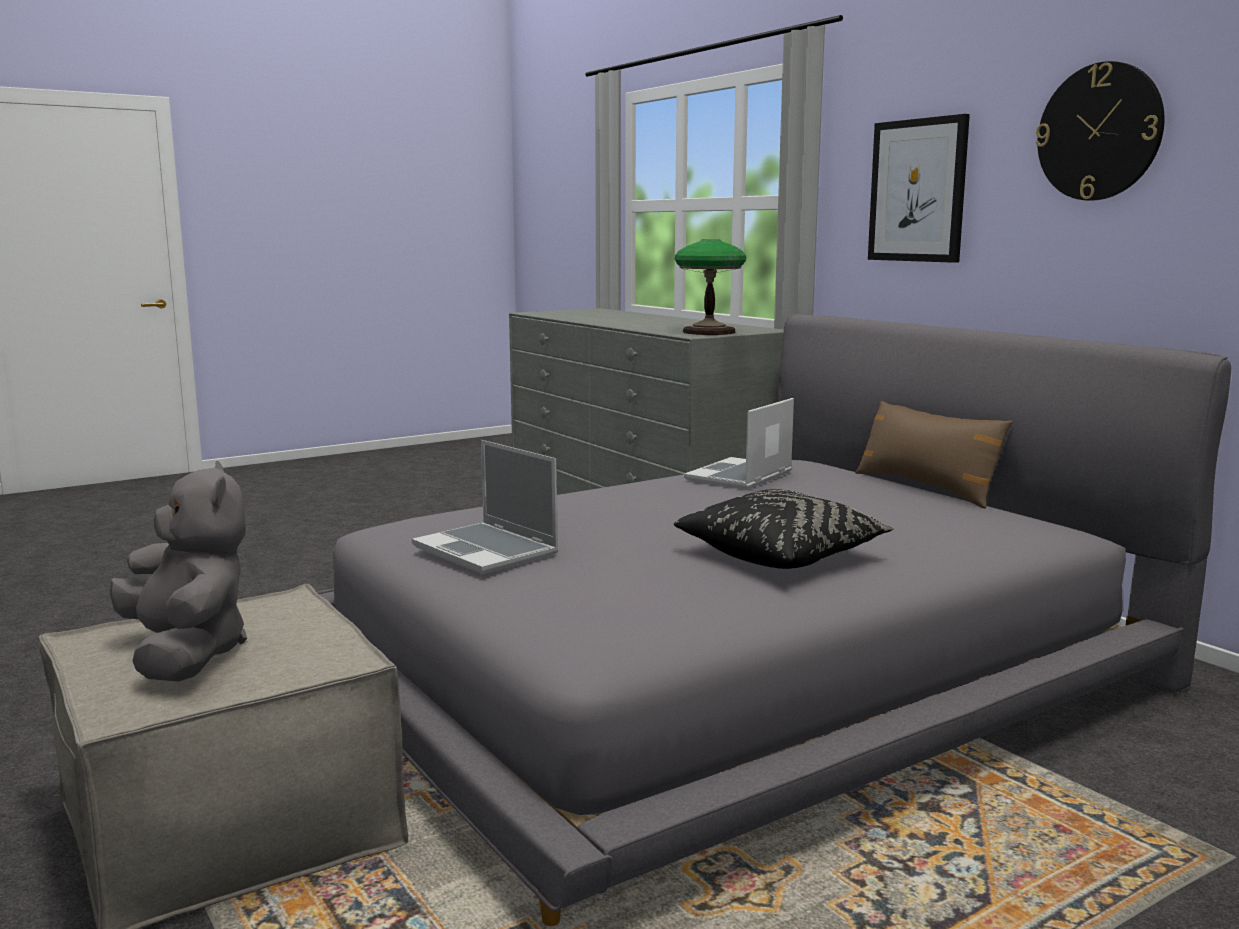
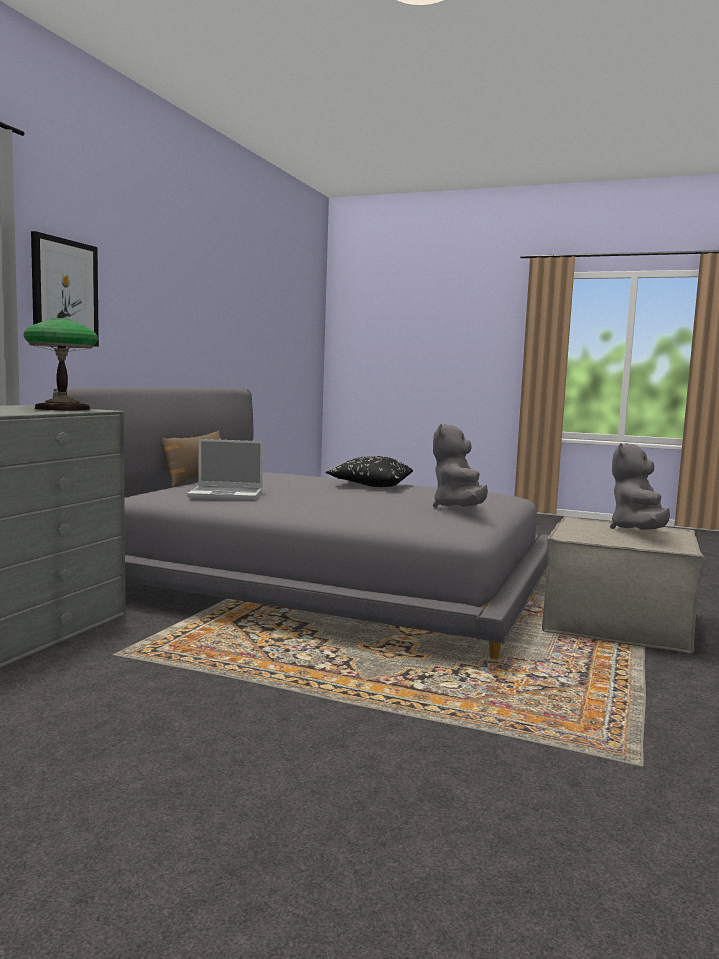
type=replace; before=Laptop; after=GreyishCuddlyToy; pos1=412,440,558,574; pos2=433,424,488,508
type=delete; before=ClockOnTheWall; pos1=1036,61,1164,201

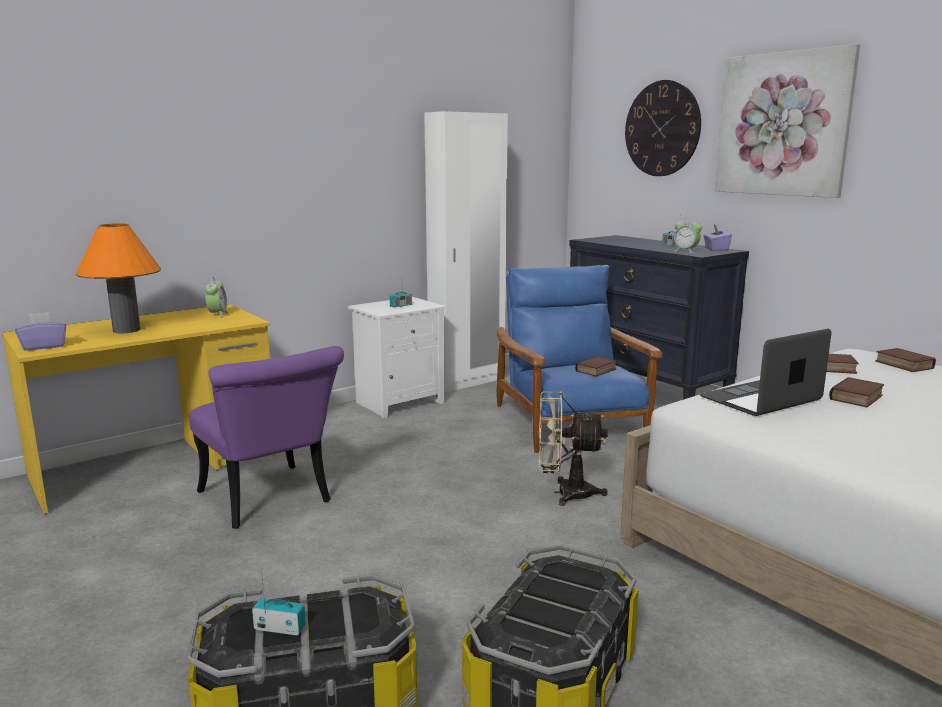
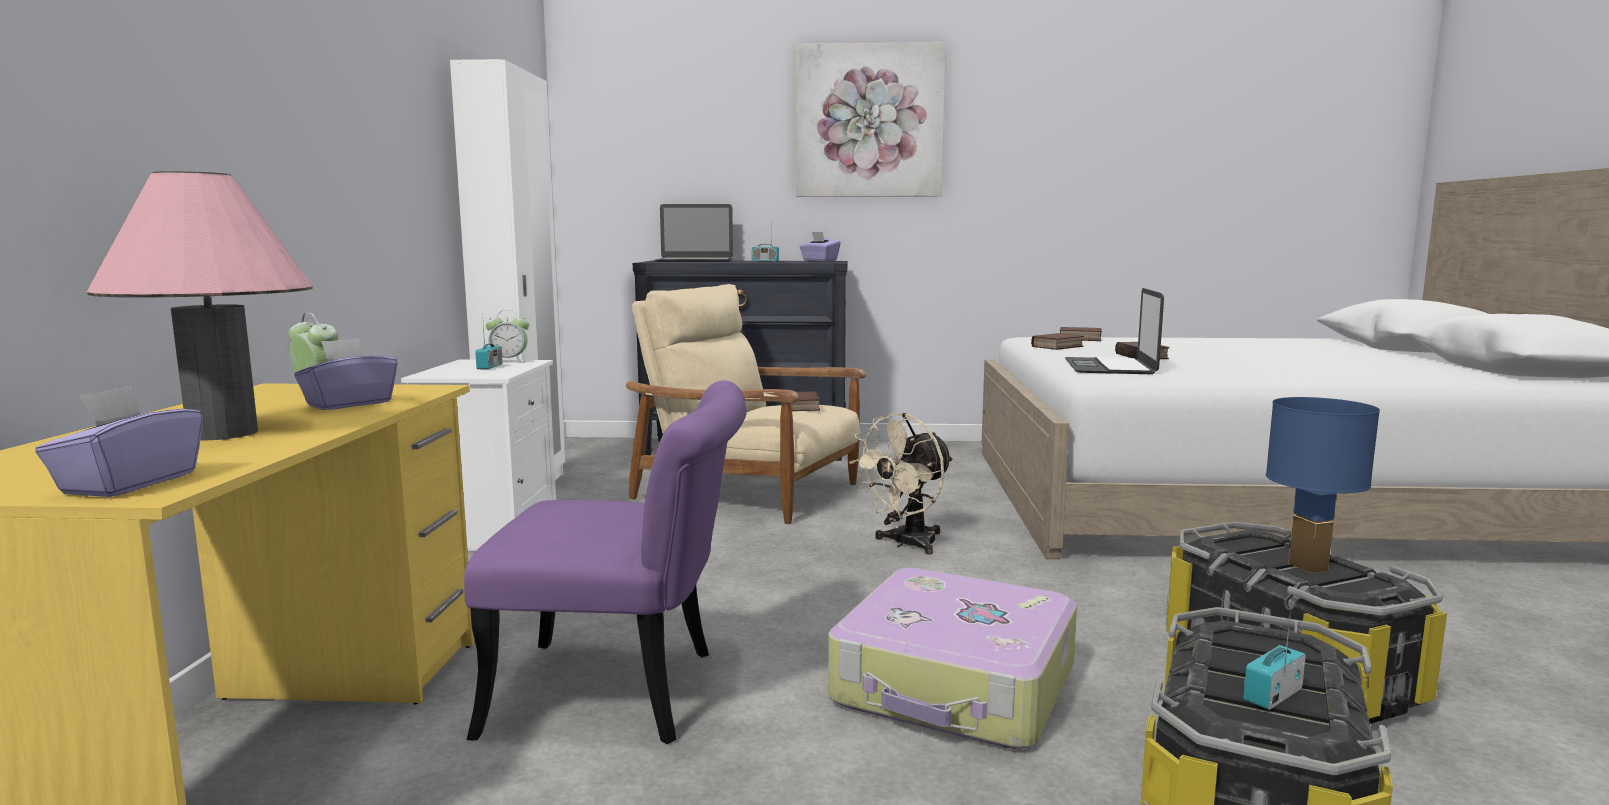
type=recolor; before=OrangeyTableLamp; after=PinkTableLamp; pos1=76,224,161,333; pos2=87,171,313,440
type=insert; after=PurpleColouredTissueBox; pos2=294,338,398,410
type=move; before=BedsideClock; pos1=674,217,702,253; pos2=486,310,529,363
type=recolor; before=BlueArmchair; after=SandColouredArmchair; pos1=497,265,662,453; pos2=626,284,866,524
type=insert; after=Laptop; pos2=655,204,733,262
type=insert; after=PieceOfLuggage; pos2=828,568,1077,749
type=insert; after=BlueTableLamp; pos2=1266,397,1380,573
type=delete; before=ClockOnTheWall; pos1=625,80,701,176

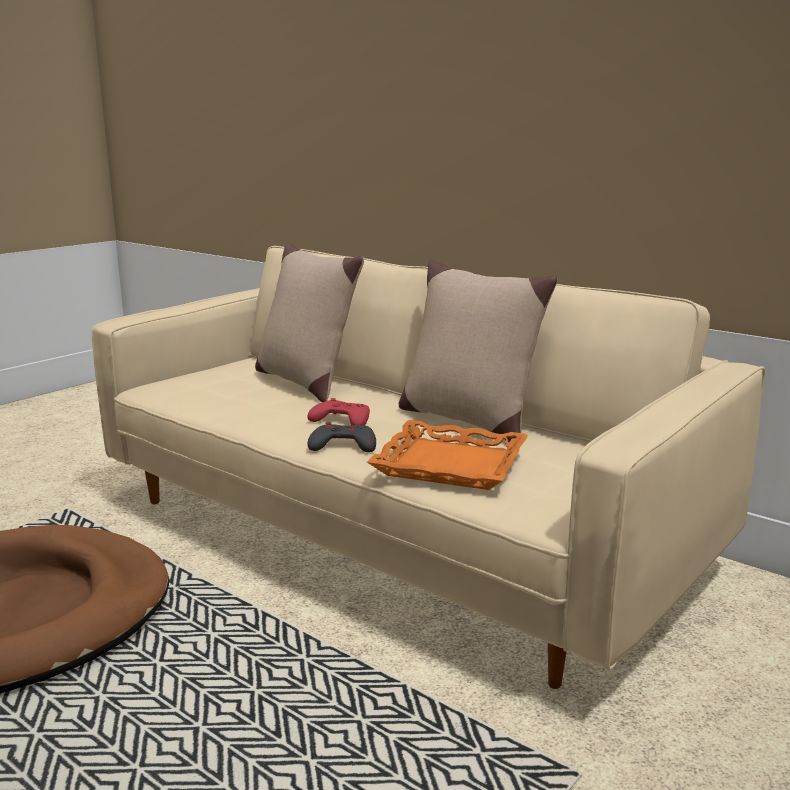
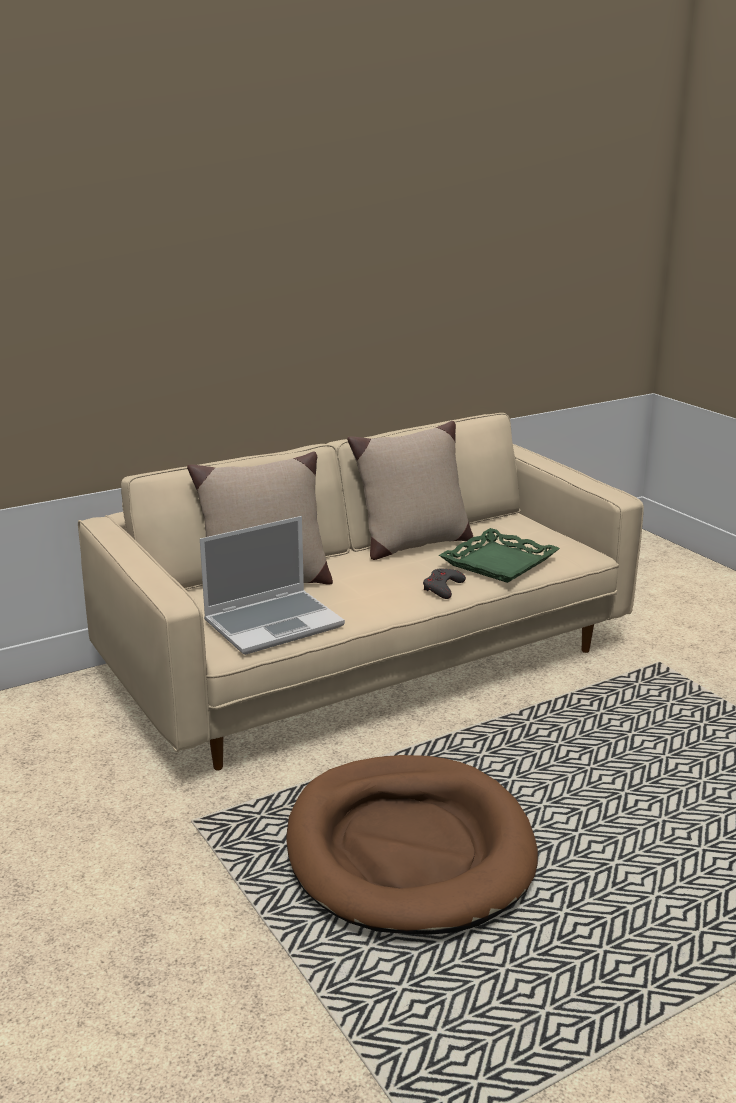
type=insert; after=Laptop; pos2=200,516,345,655
type=recolor; before=OrangeyTray; after=GreenTray; pos1=367,420,528,490; pos2=439,528,560,583
type=delete; before=RedColouredJoypad; pos1=307,398,370,425

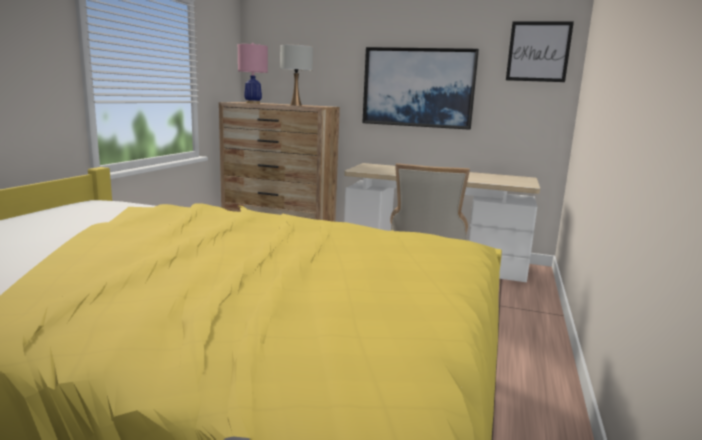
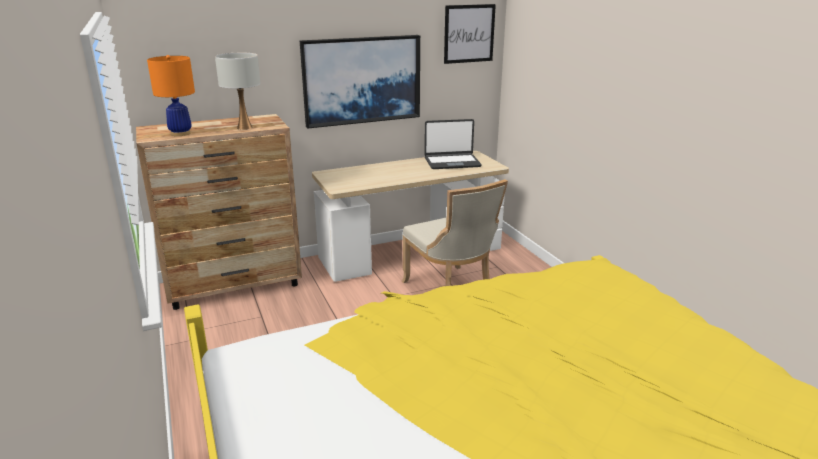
type=recolor; before=PinkTableLamp; after=OrangeyTableLamp; pos1=238,43,268,104; pos2=147,55,195,136
type=insert; after=Laptop; pos2=424,119,482,169

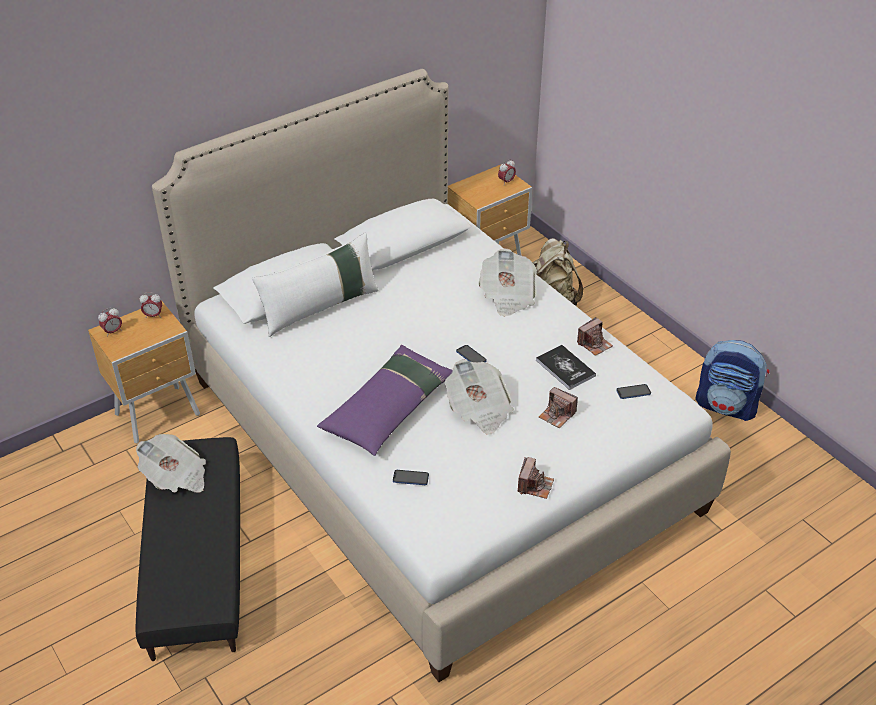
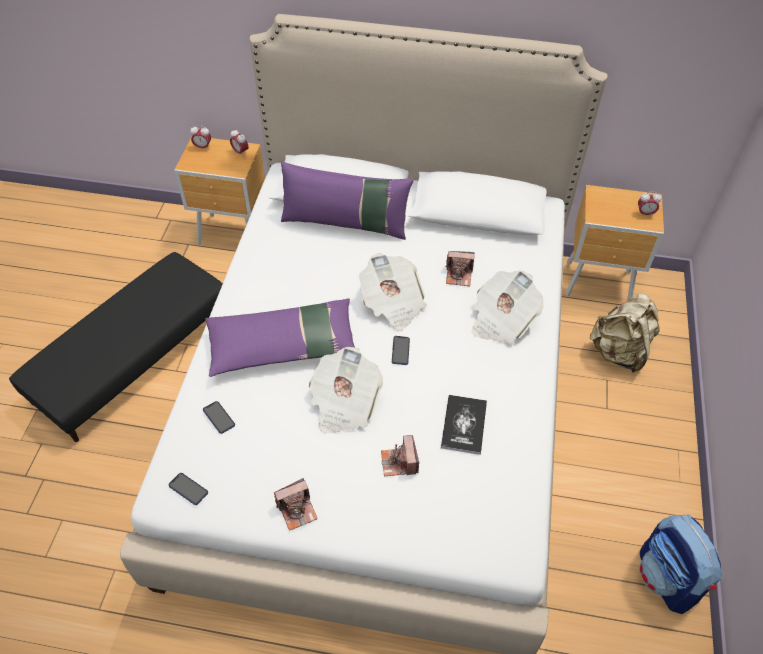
type=move; before=Telephone; pos1=616,384,651,399; pos2=169,473,208,505
type=recolor; before=WhitishThrowPillow; after=PurpleColouredThrowPillow; pos1=252,232,379,337; pos2=281,162,414,240
type=move; before=Newspaper; pos1=136,434,206,493; pos2=359,253,427,331
type=move; before=StillCamera; pos1=577,317,613,356; pos2=446,251,475,286

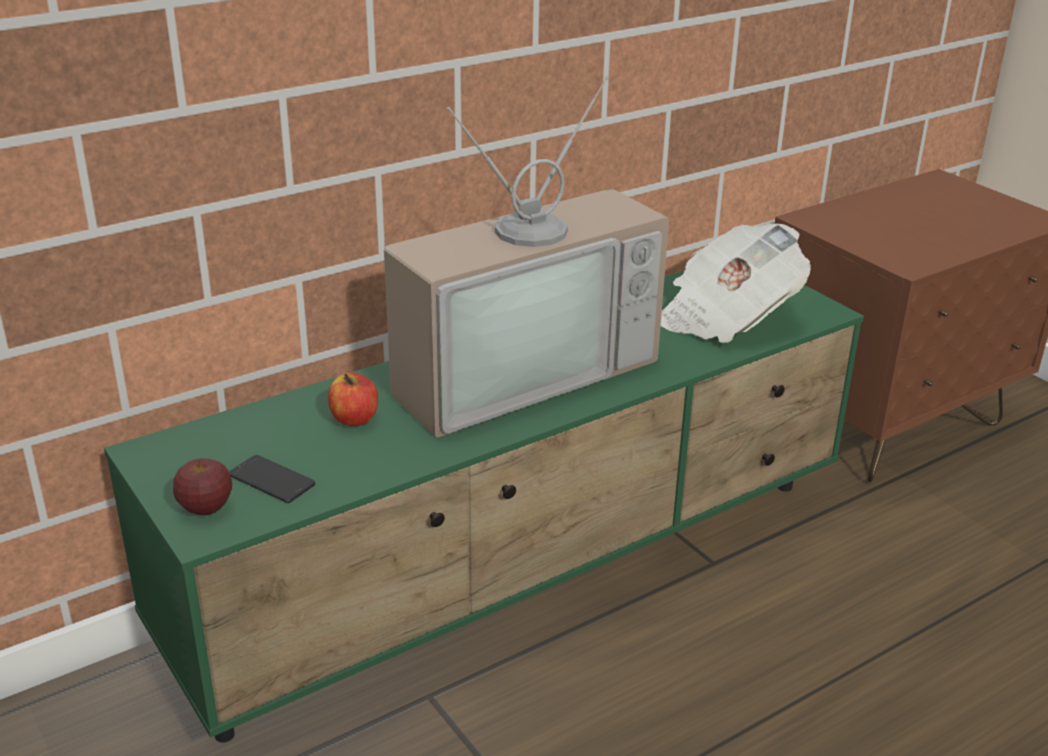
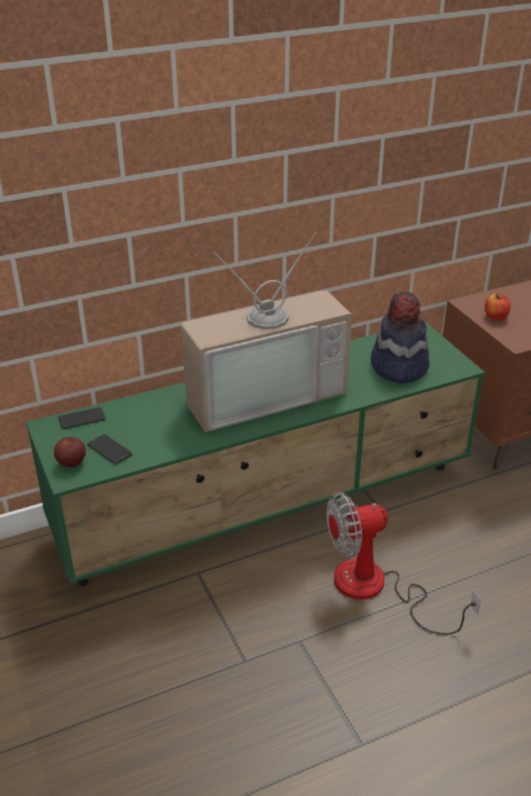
type=insert; after=Telephone; pos2=58,407,106,429
type=insert; after=ElectricFan; pos2=326,492,481,635
type=replace; before=Newspaper; after=Hat; pos1=661,224,811,343; pos2=371,292,430,383
type=move; before=Apple; pos1=328,372,378,426; pos2=485,293,511,320

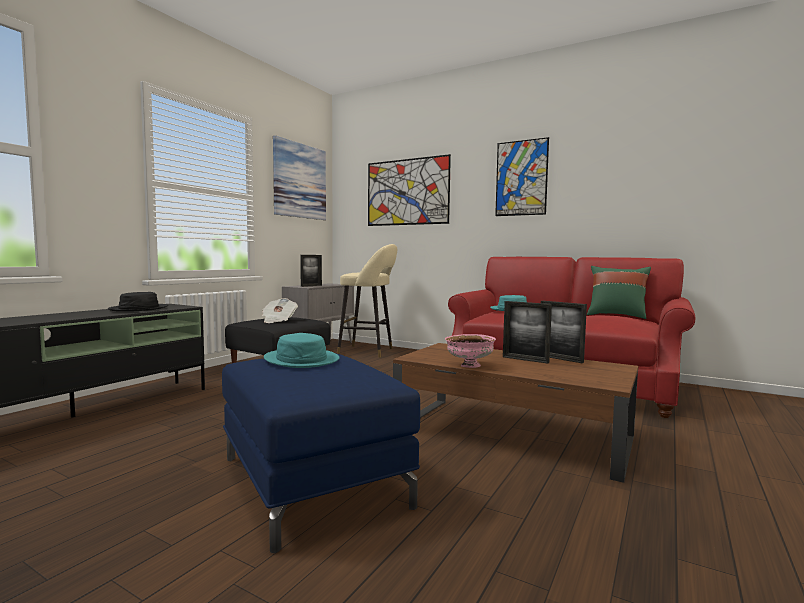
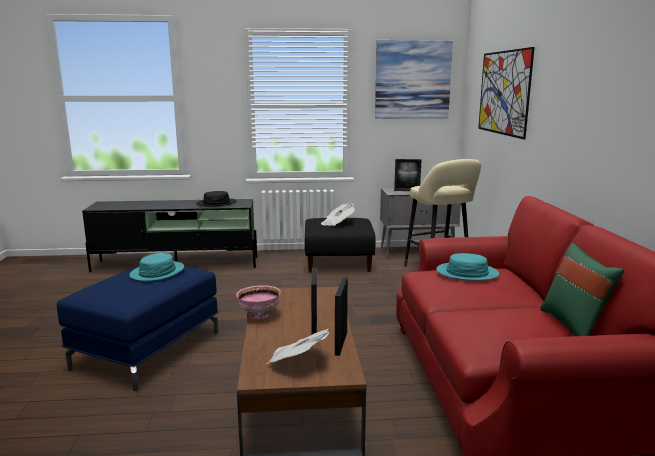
type=insert; after=Newspaper; pos2=267,329,329,364
type=delete; before=WallArt; pos1=495,137,549,216

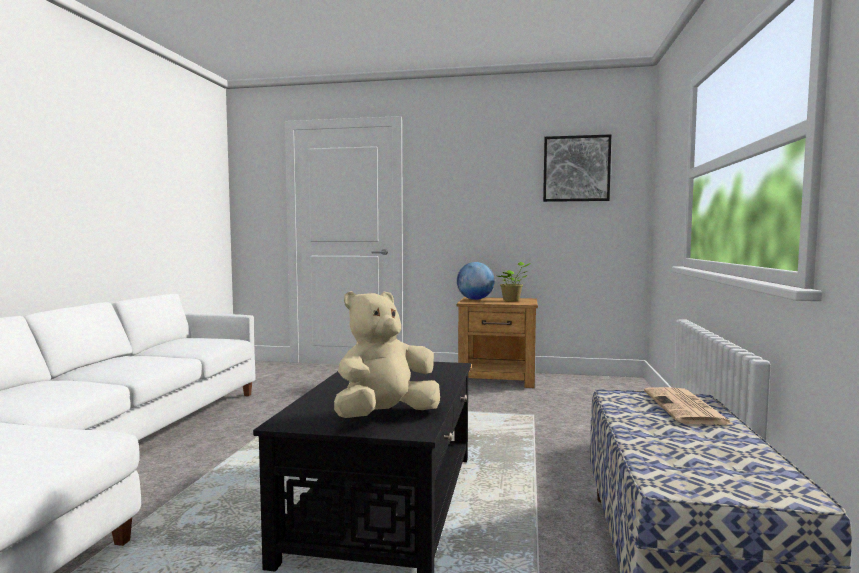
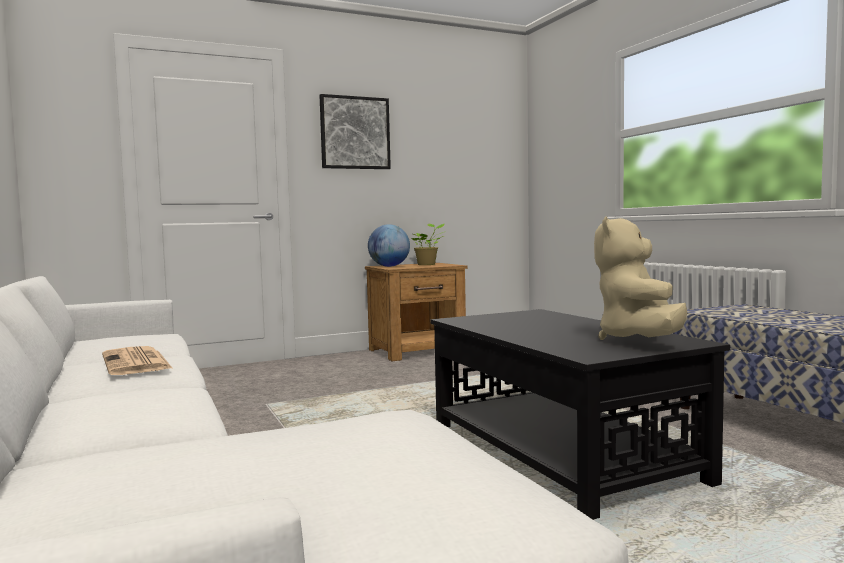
type=move; before=Newspaper; pos1=644,387,734,425; pos2=102,346,173,375
type=move; before=WallArt; pos1=543,134,611,202; pos2=320,94,391,169

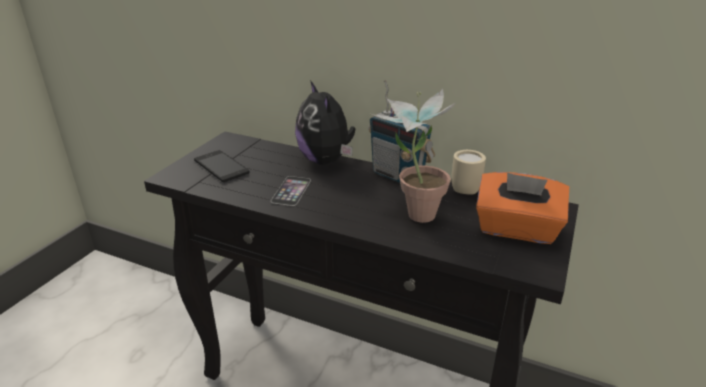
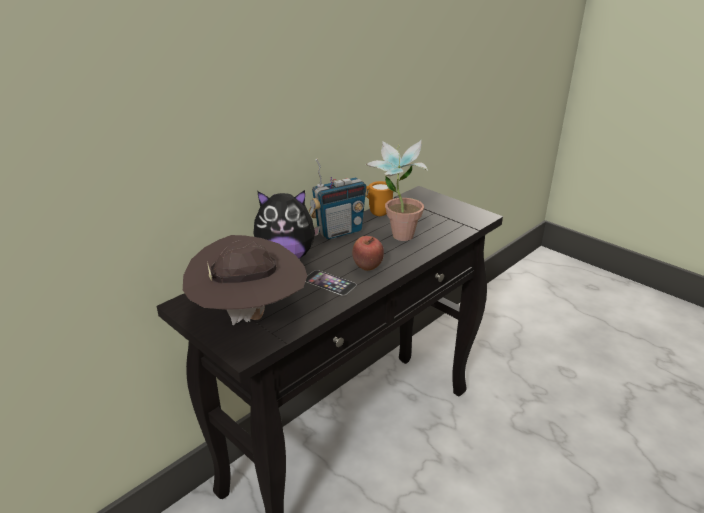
type=replace; before=Telephone; after=BrownColouredHat; pos1=194,150,250,182; pos2=183,235,307,325
type=insert; after=Apple; pos2=352,236,384,271
type=recolor; before=SandColouredMug; after=OrangeyMug; pos1=451,150,486,195; pos2=366,181,393,216
type=delete; before=OrangeyTissueBox; pos1=476,172,569,244

